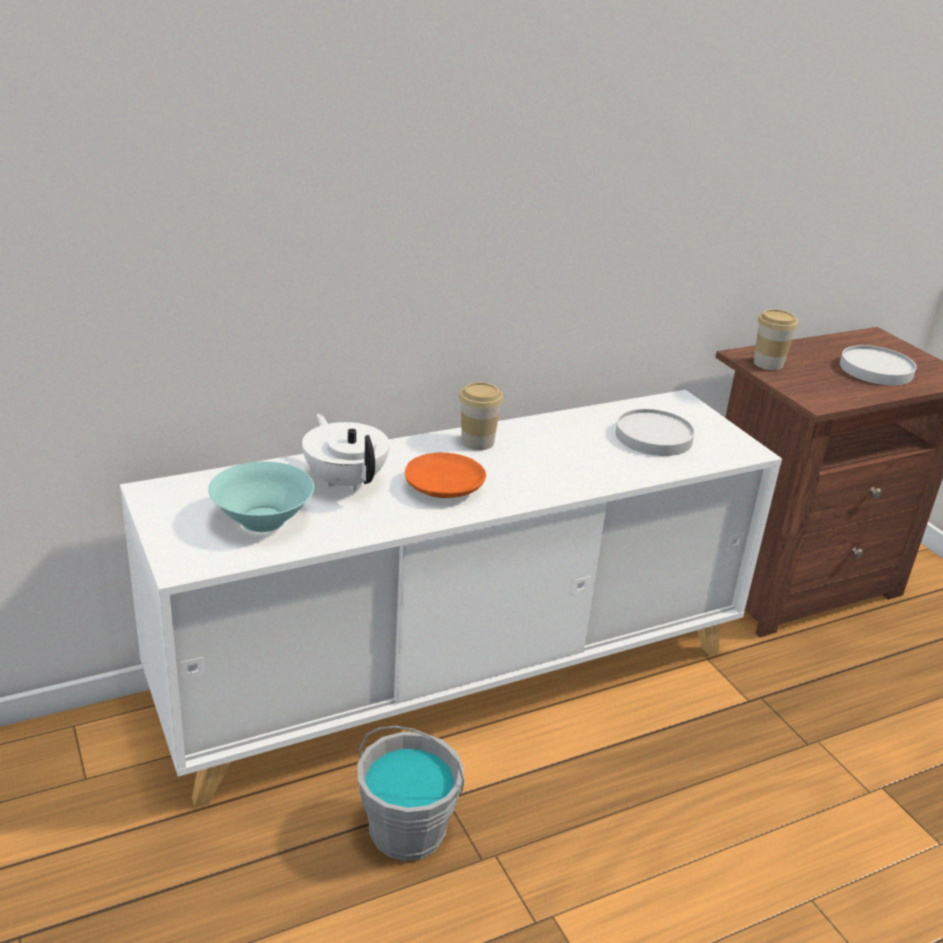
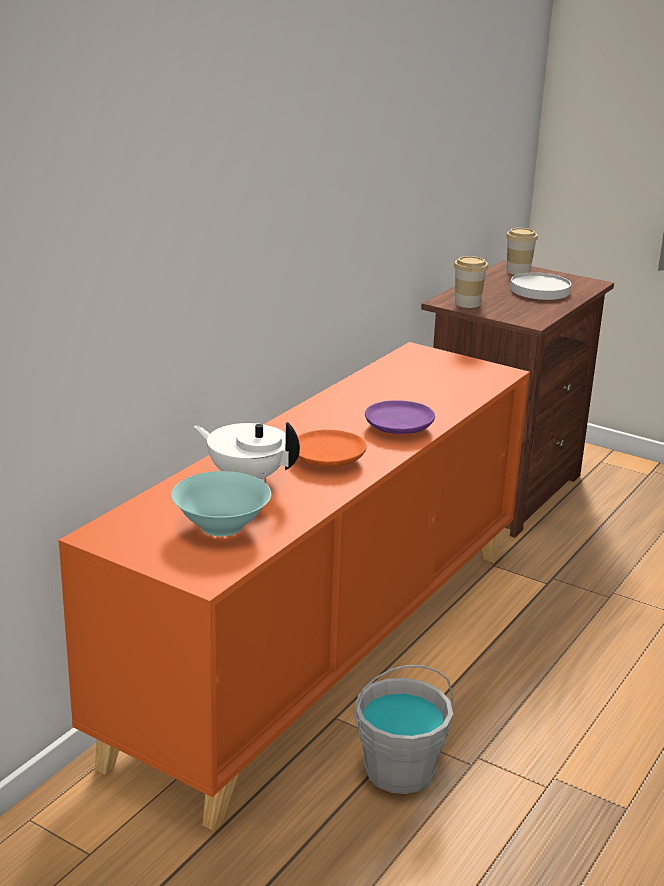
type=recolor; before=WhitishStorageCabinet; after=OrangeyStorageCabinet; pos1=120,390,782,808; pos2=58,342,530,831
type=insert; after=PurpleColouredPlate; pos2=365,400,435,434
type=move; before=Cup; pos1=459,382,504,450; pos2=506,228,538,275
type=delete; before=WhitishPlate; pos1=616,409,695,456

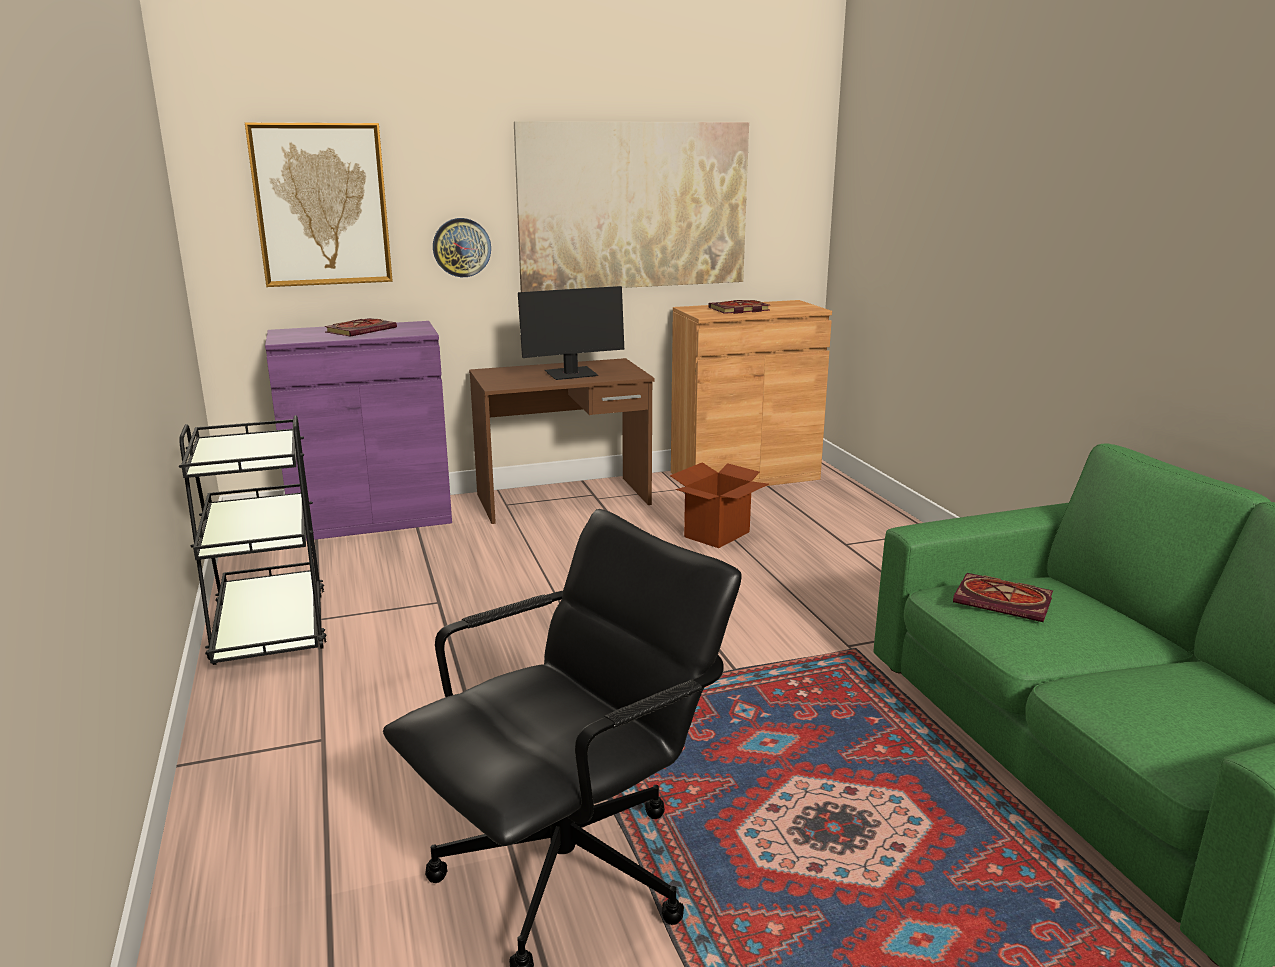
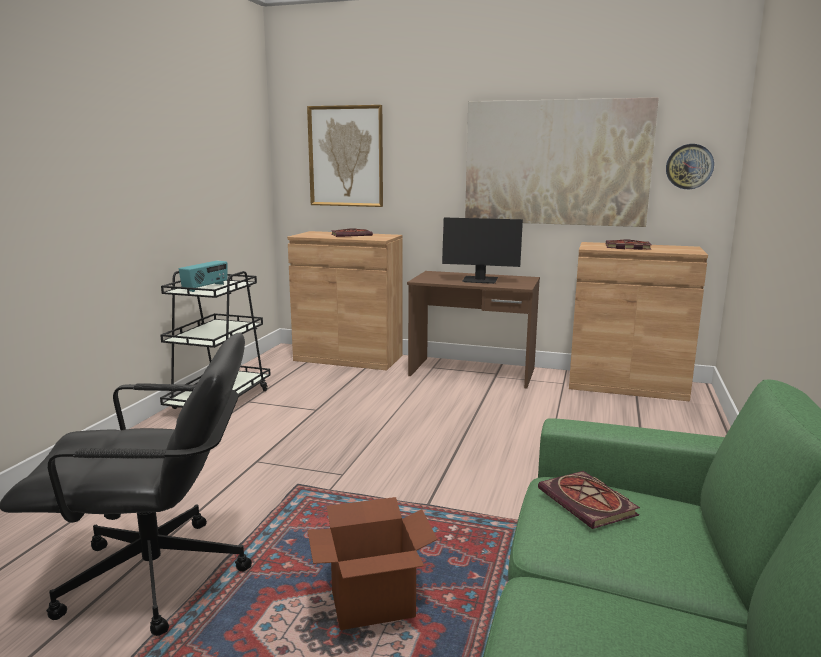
type=insert; after=RadioReceiver; pos2=179,261,227,292
type=recolor; before=PurpleColouredStorageCabinet; after=BrownColouredStorageCabinet; pos1=265,321,452,541; pos2=287,231,402,370
type=move; before=Carton; pos1=670,462,769,548; pos2=307,497,438,630
type=move; before=ClockOnTheWall; pos1=433,218,491,277; pos2=666,144,714,189

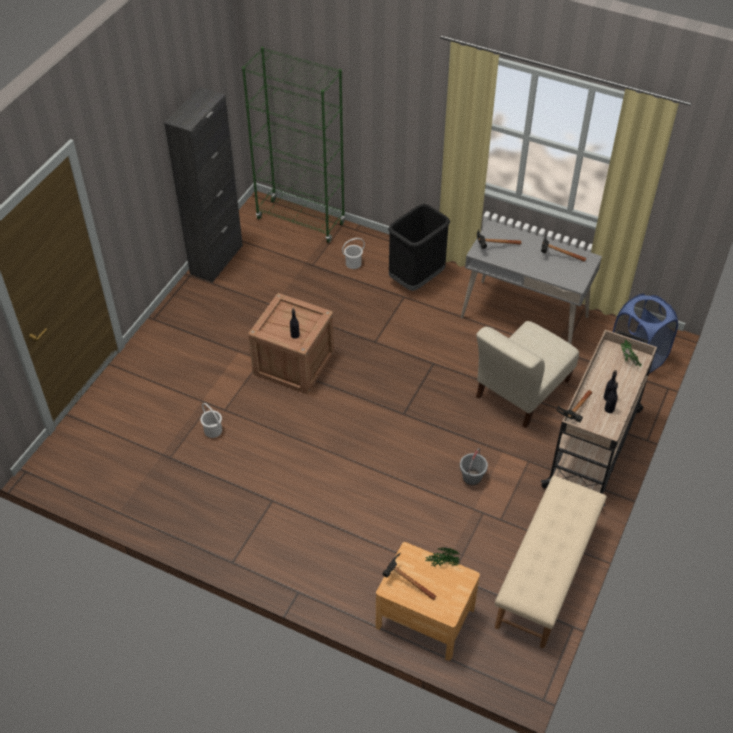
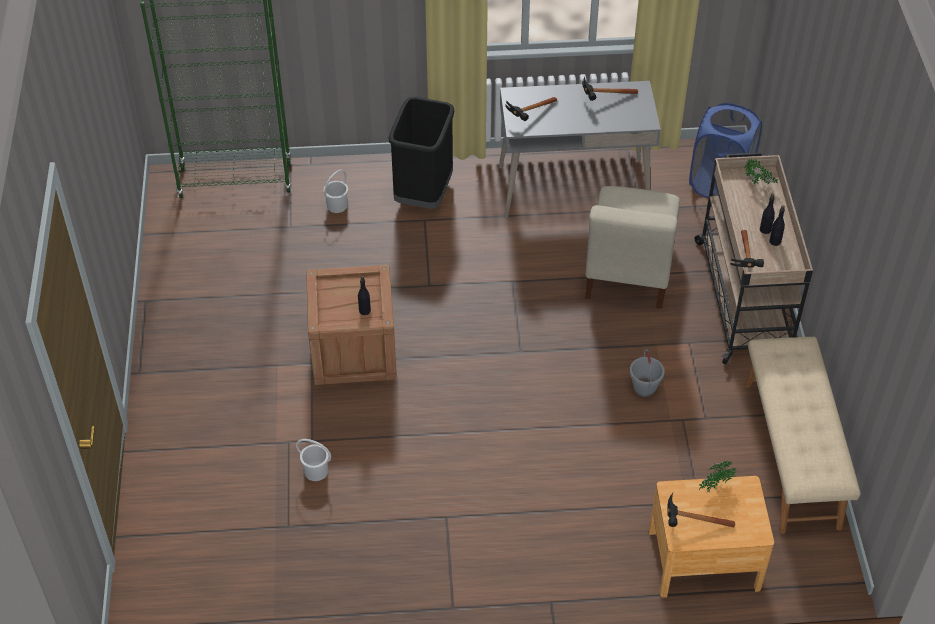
type=delete; before=BlackColouredStorageCabinet; pos1=164,87,243,283

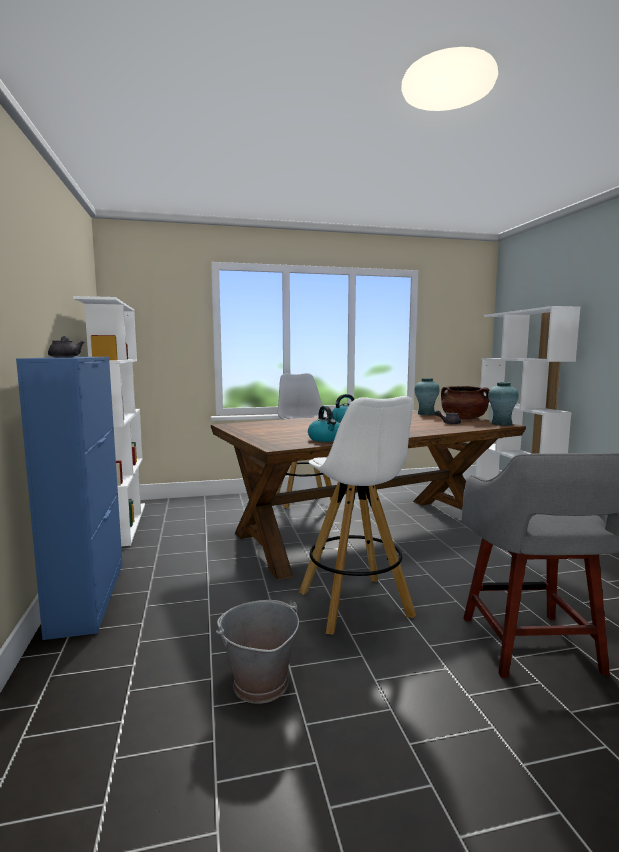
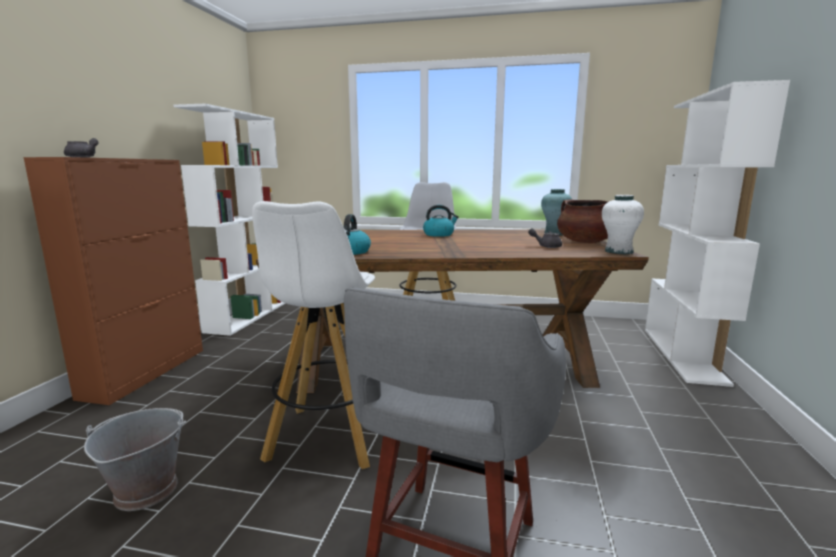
type=recolor; before=BlueStorageCabinet; after=BrownColouredStorageCabinet; pos1=16,357,122,640; pos2=23,157,203,405
type=recolor; before=TurquoiseColouredFlowerVase; after=WhitishFlowerVase; pos1=488,382,519,425; pos2=602,195,644,254

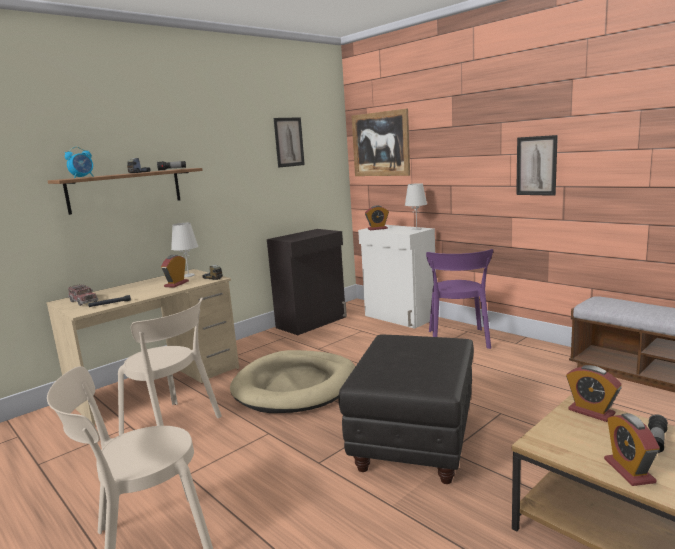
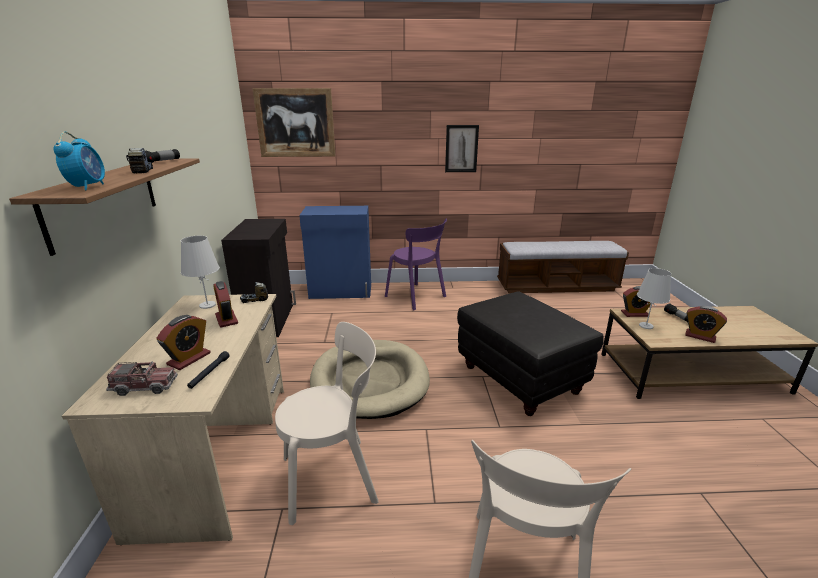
type=move; before=BedsideClock; pos1=365,206,389,230; pos2=156,315,211,370
type=recolor; before=WhitishStorageCabinet; after=BlueStorageCabinet; pos1=358,225,436,329; pos2=299,206,371,299
type=move; before=WhitishTableLamp; pos1=405,183,427,230; pos2=637,268,671,329
type=delete; before=WallArt; pos1=274,117,305,168

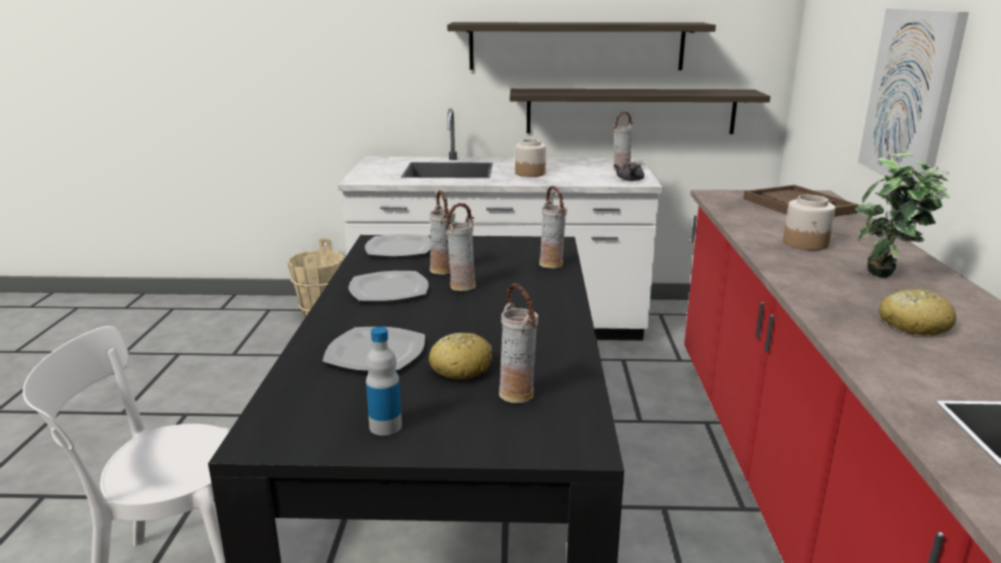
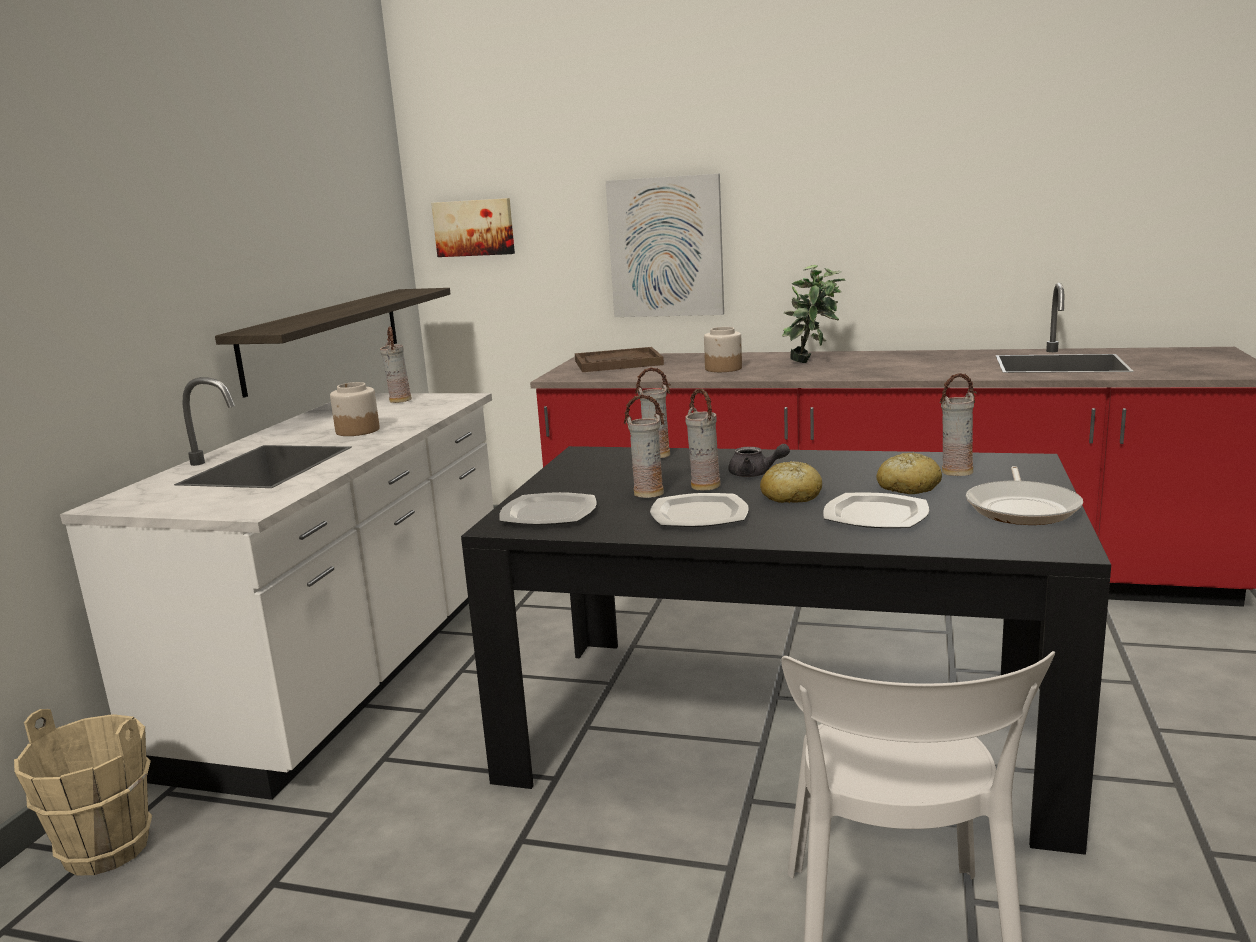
type=insert; after=WallArt; pos2=431,198,515,257
type=move; before=GreyishTeapot; pos1=613,162,644,181; pos2=728,444,790,477
type=move; before=BakeryBread; pos1=879,289,956,336; pos2=760,461,822,503
type=replace; before=Bottle; after=Pan; pos1=366,327,402,436; pos2=966,466,1083,525
type=delete; before=Shelf; pos1=447,22,716,70

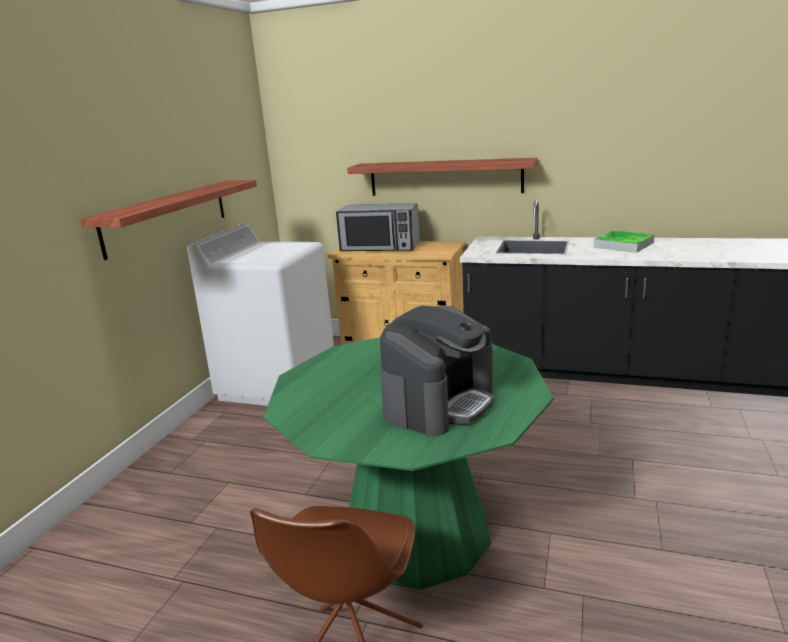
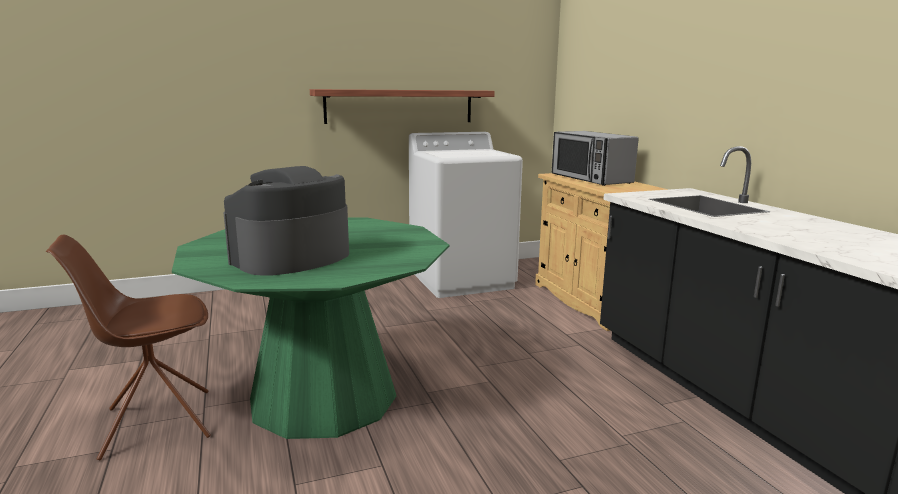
type=rotate; before=CoffeeMachine; pos1=380,306,494,436; pos2=224,166,349,276; turn=135
type=delete; before=Shelf; pos1=347,158,538,196
type=delete; before=Tray; pos1=594,230,655,253

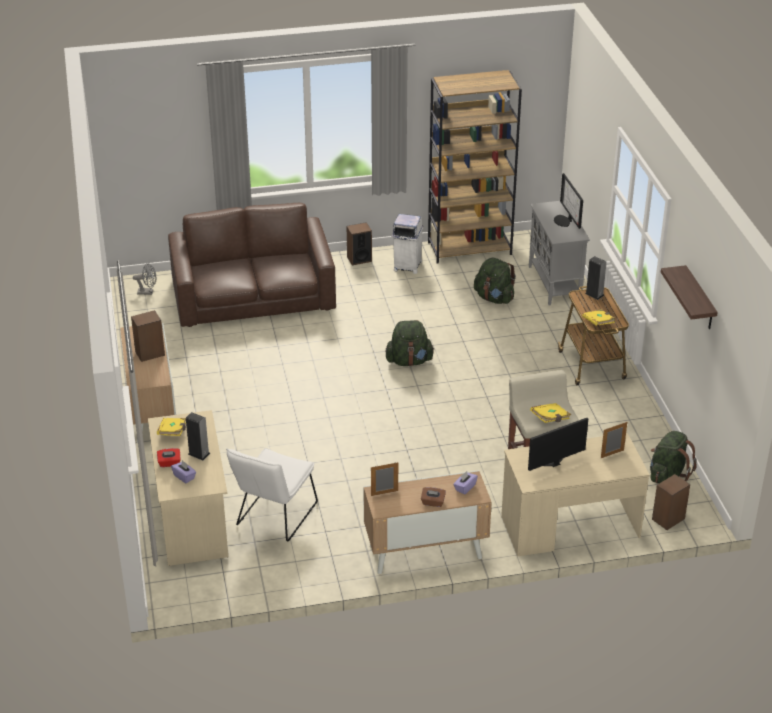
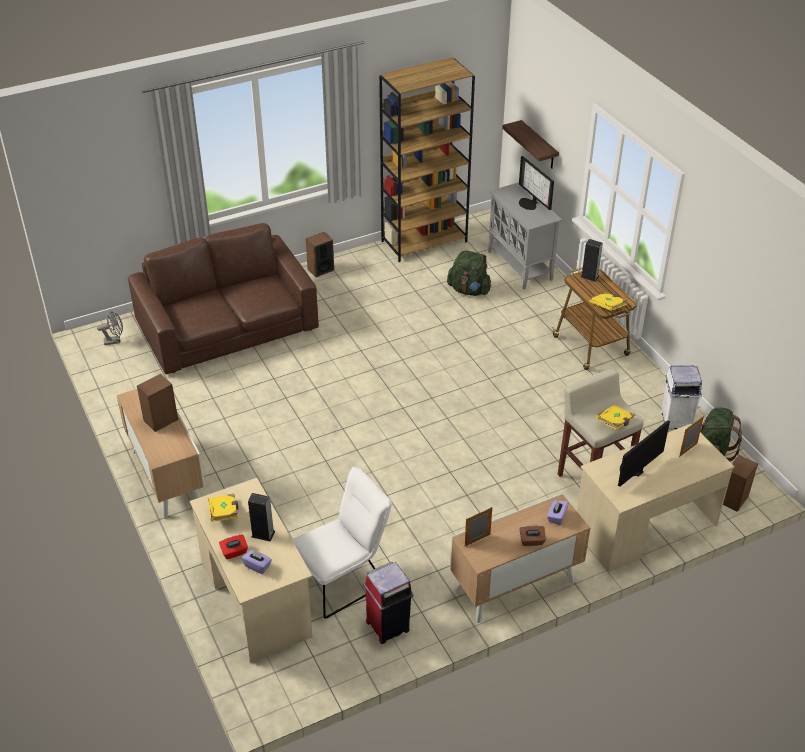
type=rotate; before=WhitishChair; pos1=226,448,318,541; pos2=292,466,392,619; turn=-135
type=insert; after=RedColouredWasteBin; pos2=363,562,414,644
type=move; before=Shelf; pos1=661,265,718,329; pos2=502,120,559,169
type=move; before=WhitishWasteBin; pos1=392,214,423,274; pos2=661,365,702,431
type=delete; before=GreenBackpack; pos1=385,320,435,366

